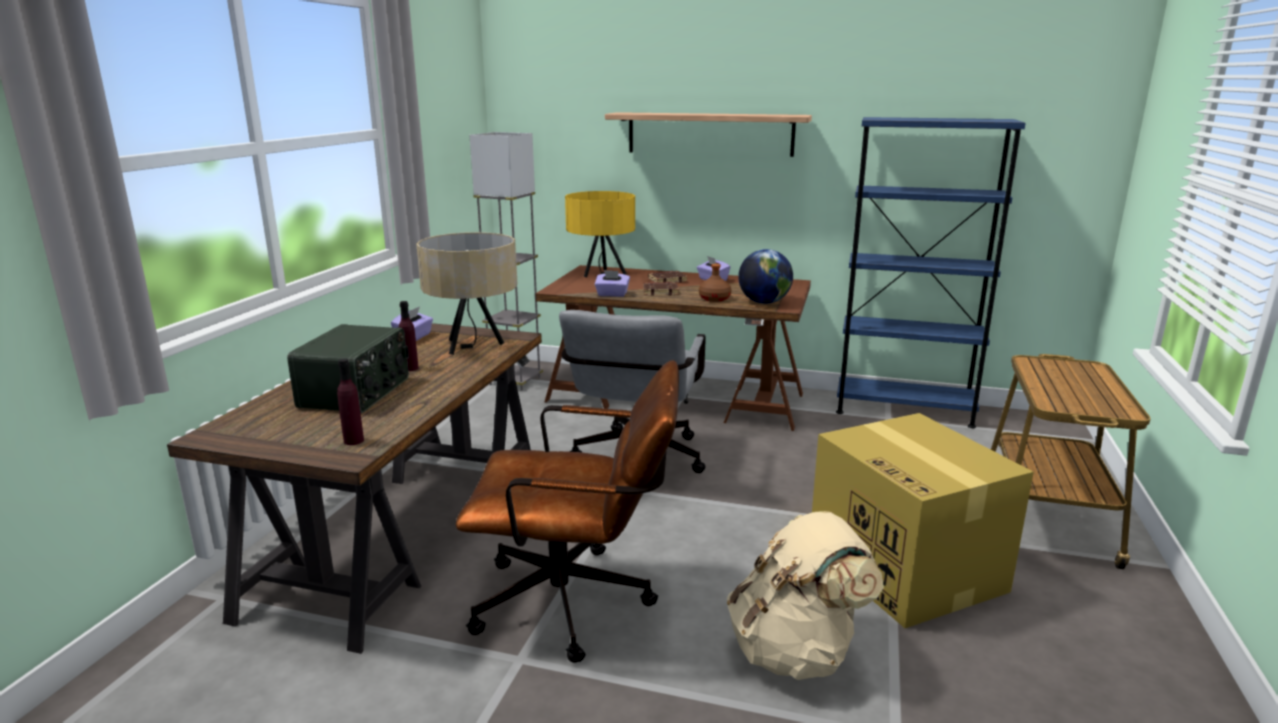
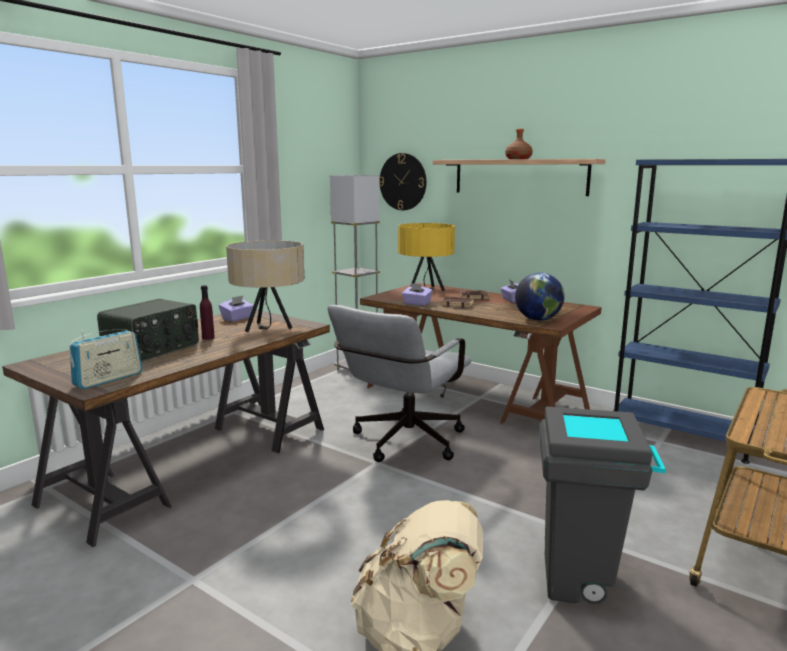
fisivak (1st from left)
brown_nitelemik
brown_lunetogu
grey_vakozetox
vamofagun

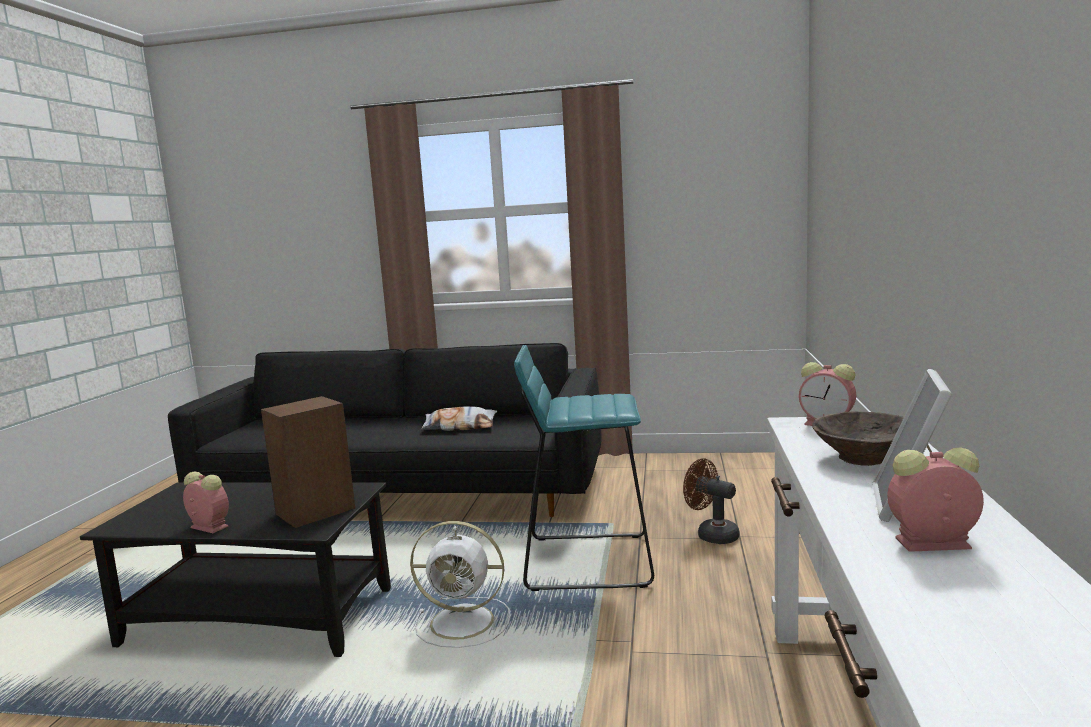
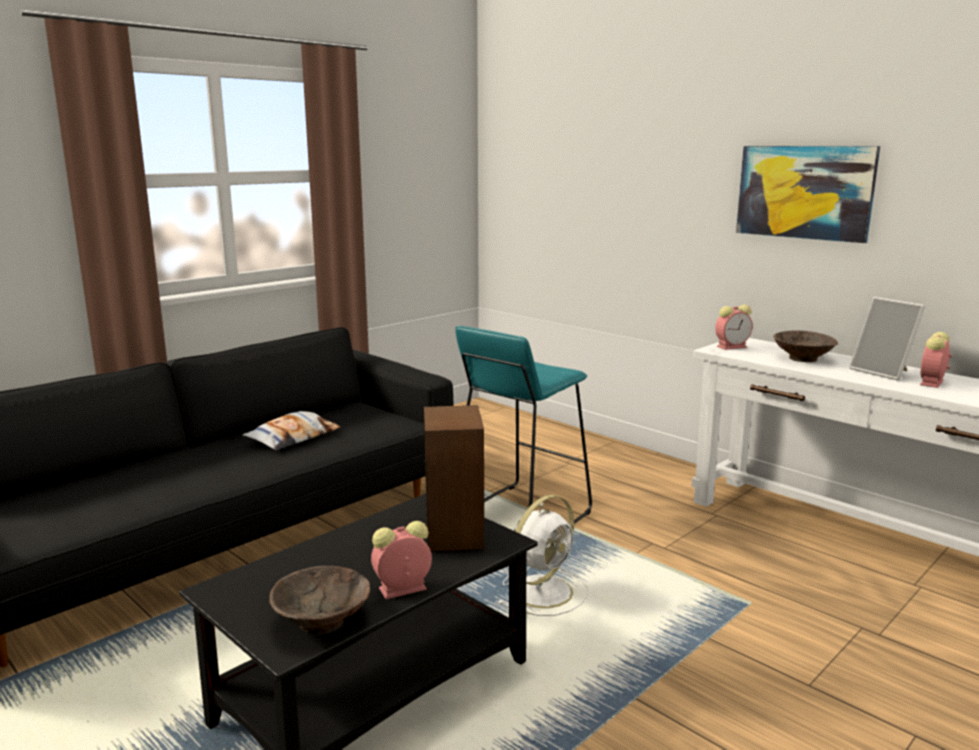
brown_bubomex
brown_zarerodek (1st from left)
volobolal

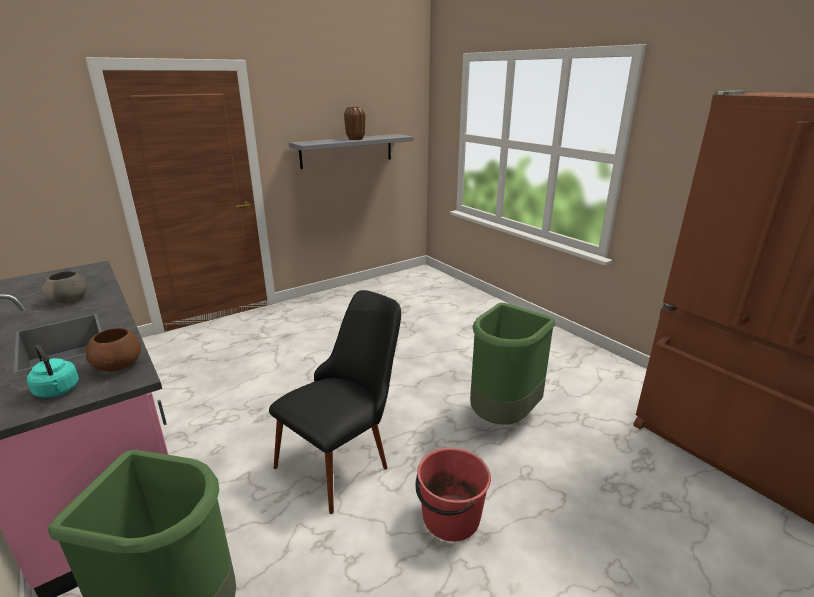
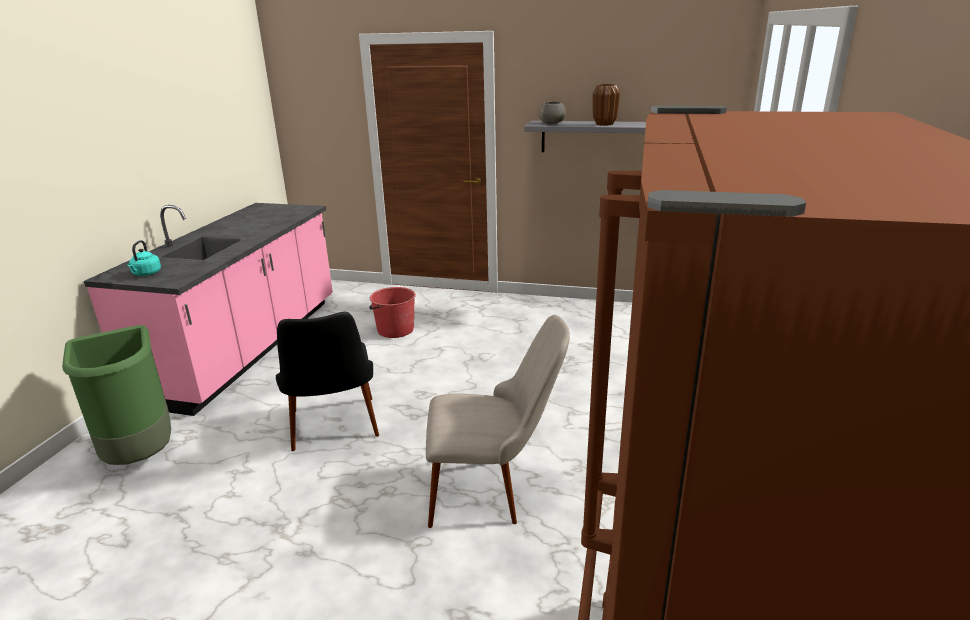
grey_zarerodek
brown_zarerodek
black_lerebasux
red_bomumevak
beige_lerebasux

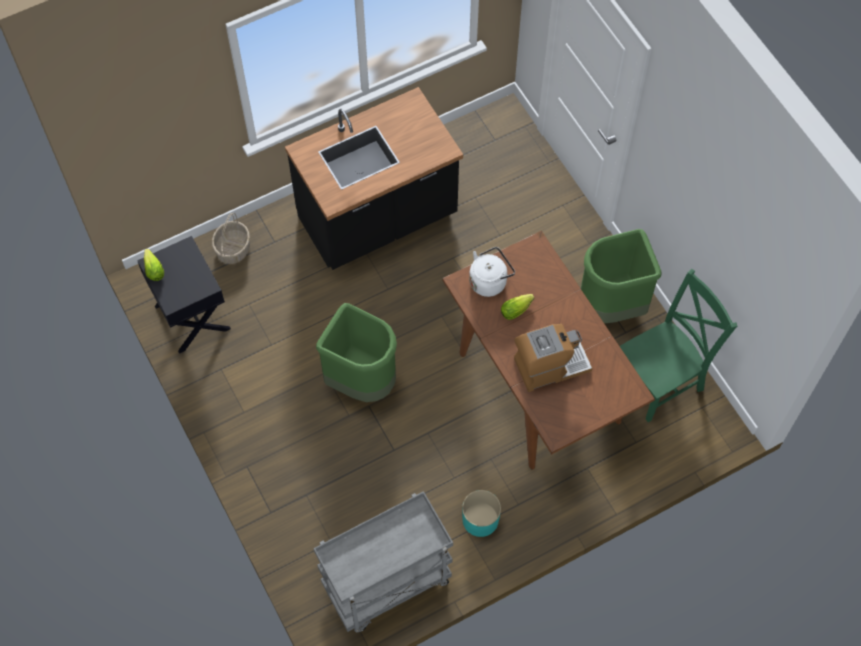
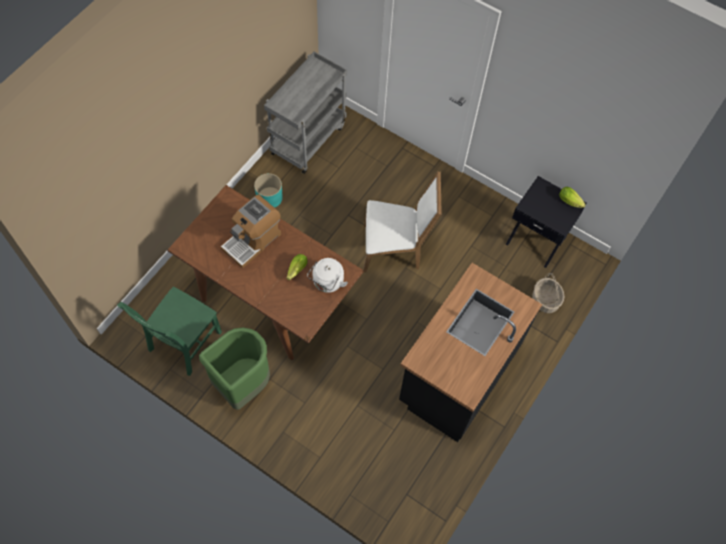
white_lerebasux

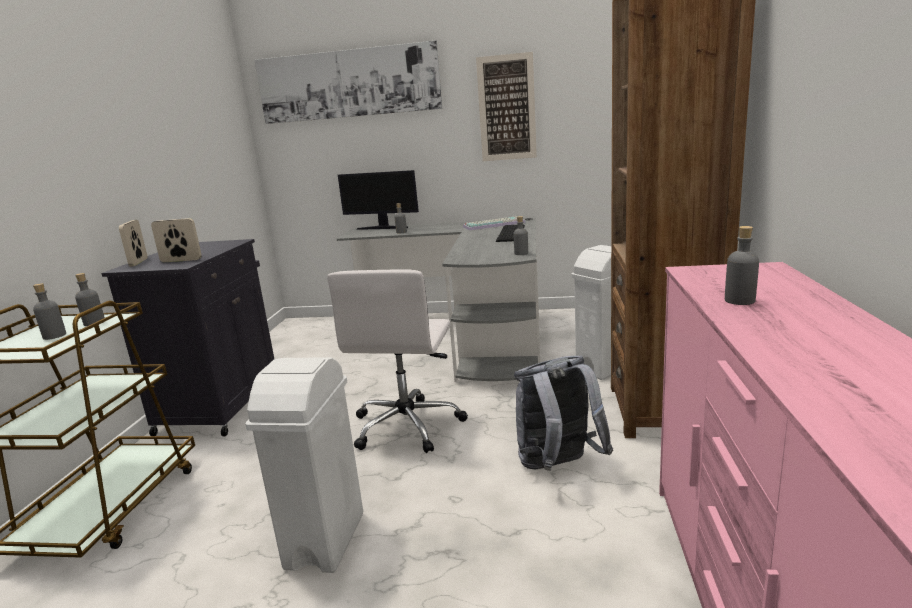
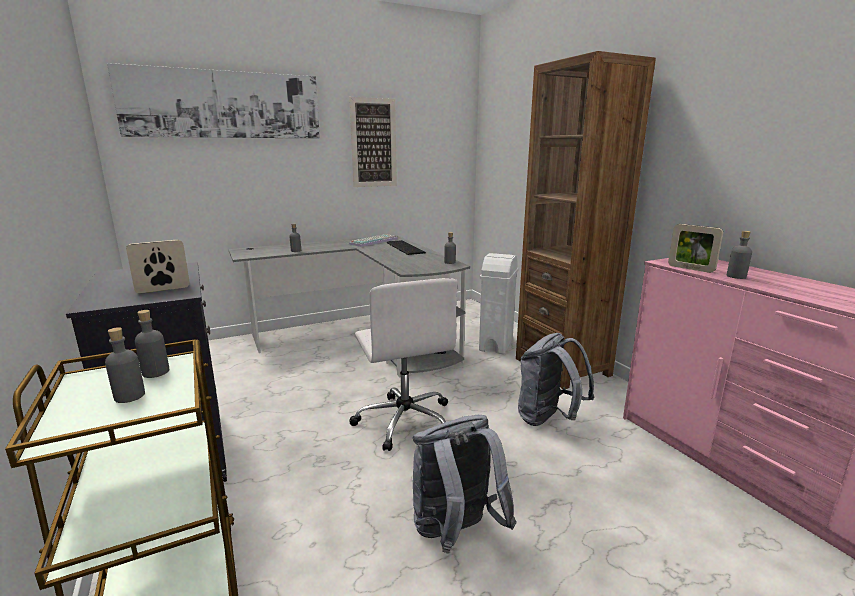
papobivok (2nd from left)
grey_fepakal (1st from left)
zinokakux

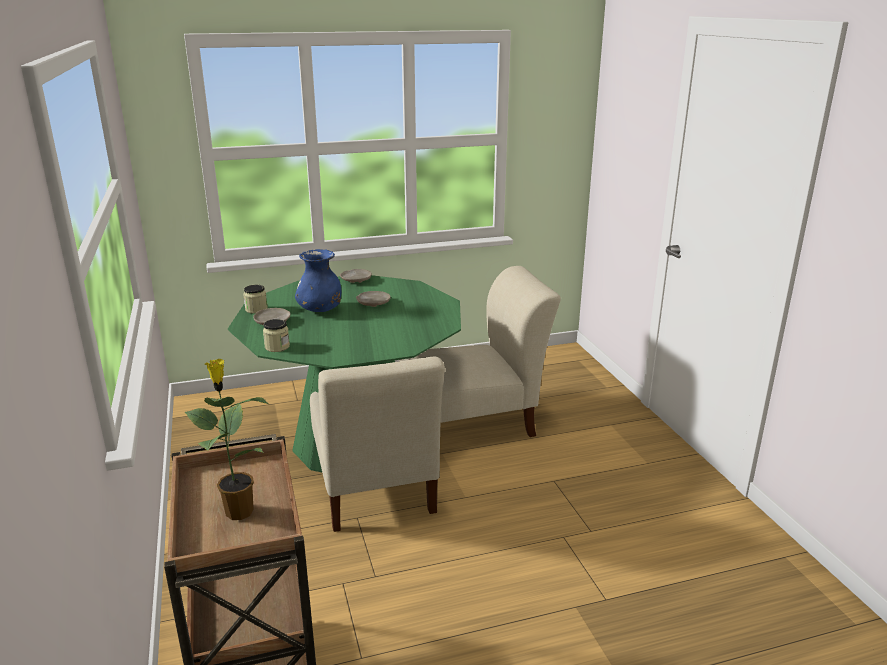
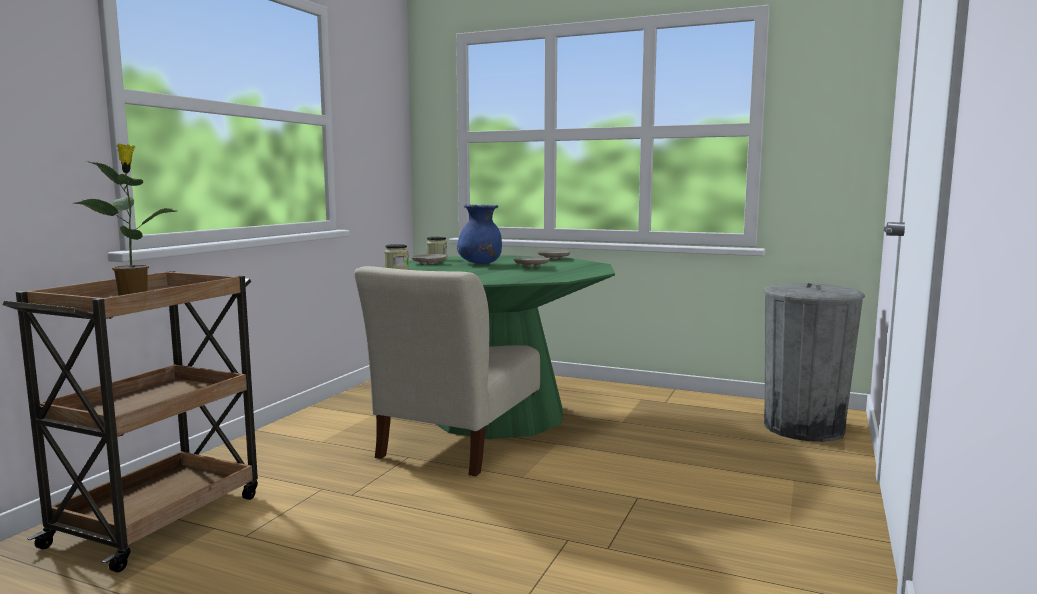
beige_lerebasux (2nd from left in the first image)
grey_vakozetox

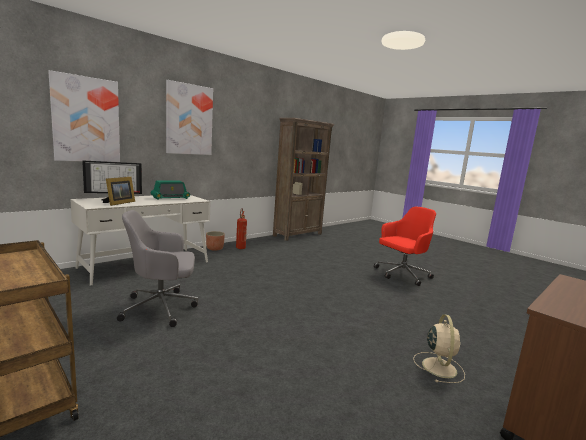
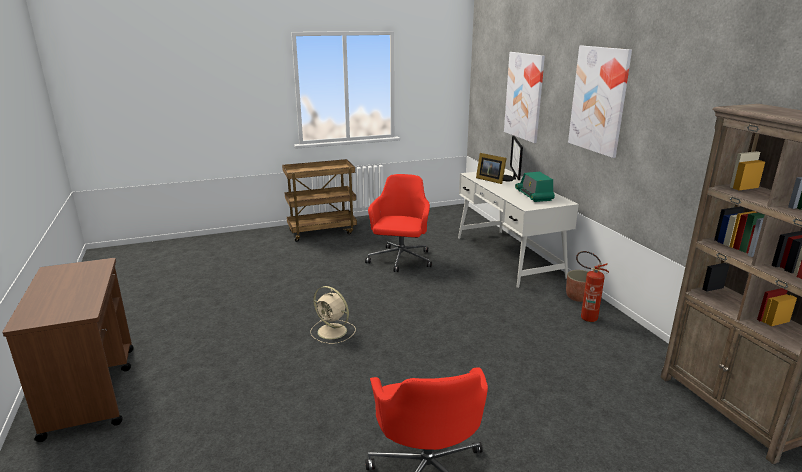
red_nitelemik (1st from left)
beige_bubomex

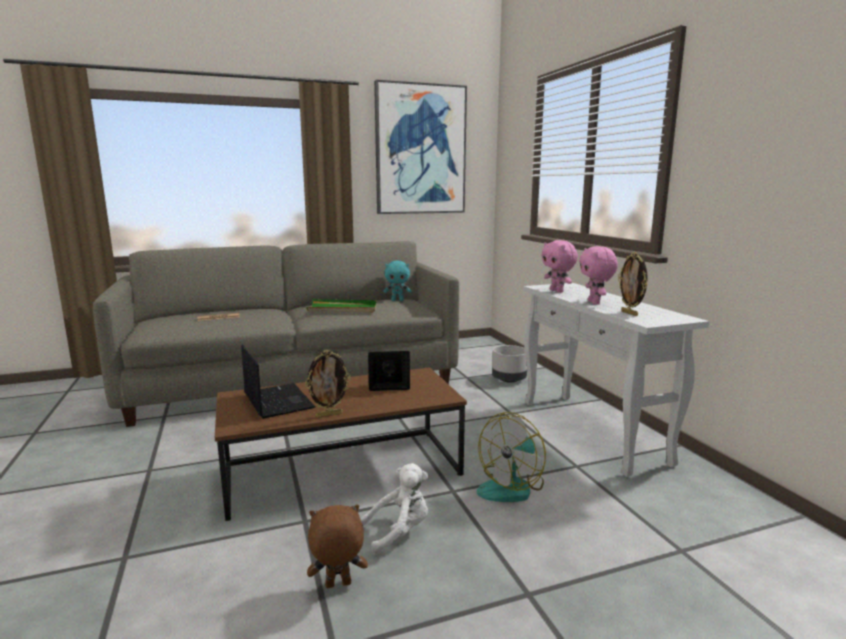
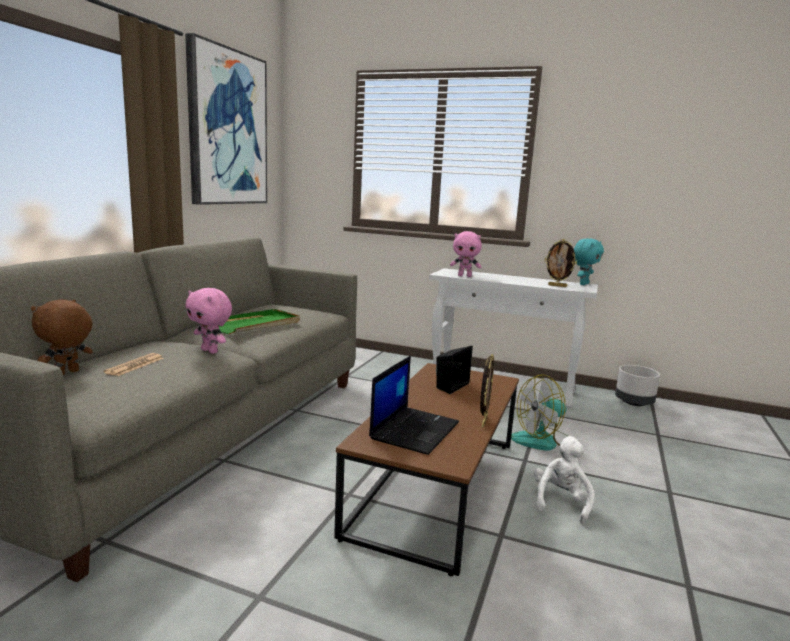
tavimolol
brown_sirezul
turquoise_sirezul
bubomex
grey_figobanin
pink_sirezul (1st from left)

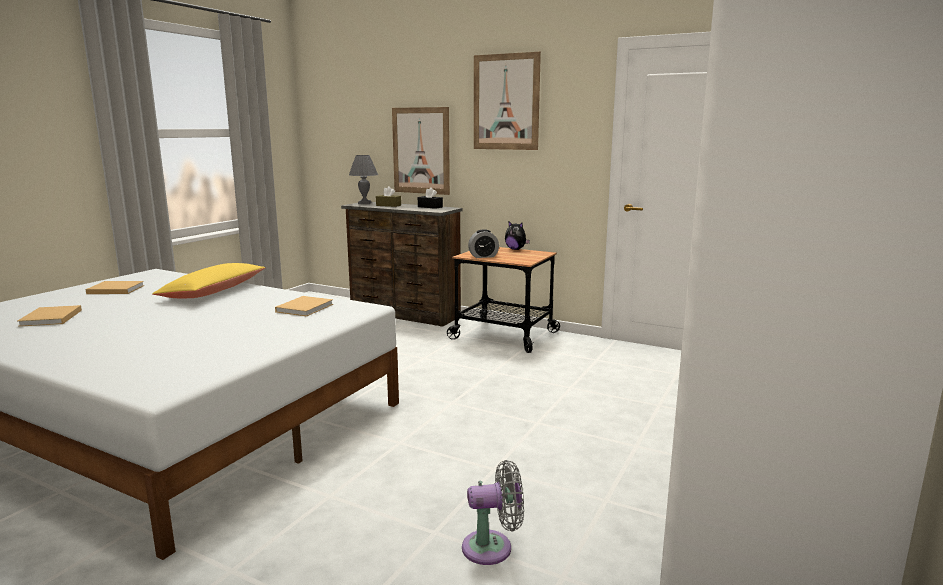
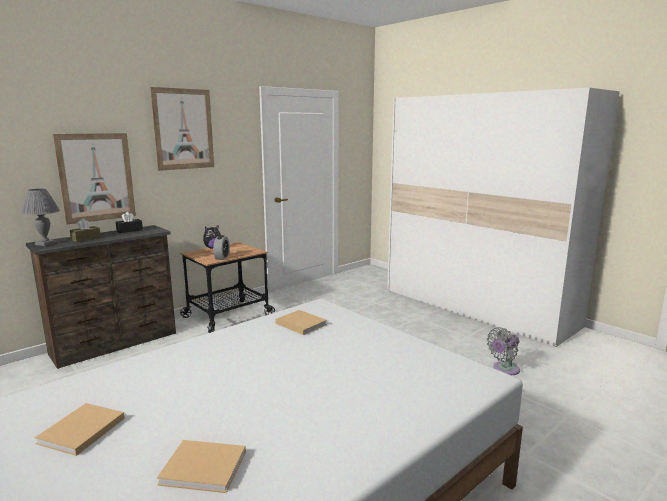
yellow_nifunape
grey_bubomex

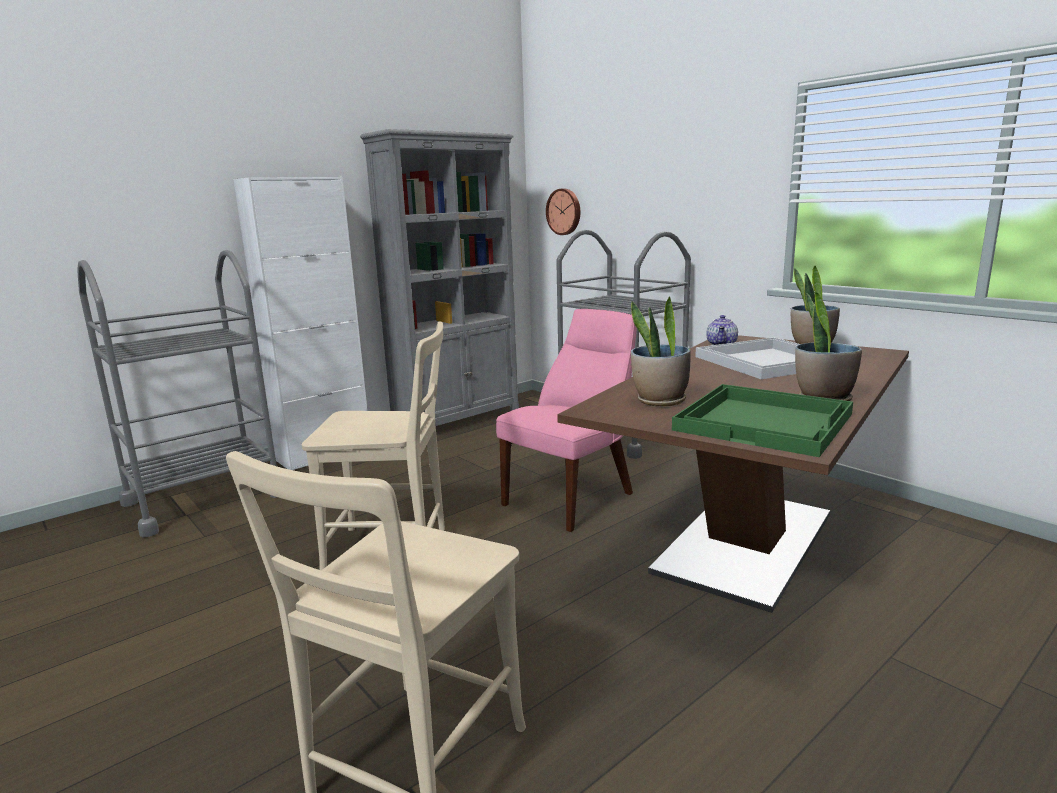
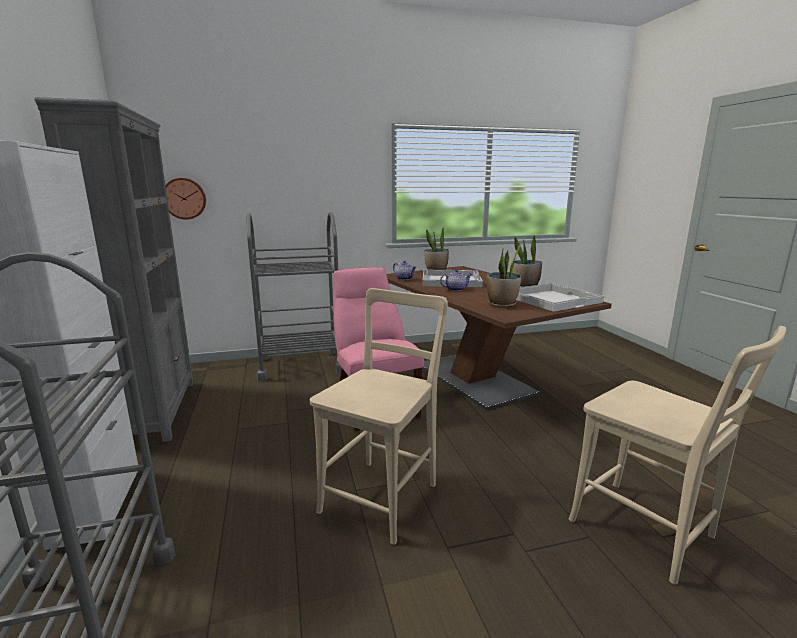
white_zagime (2nd from left)
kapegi (2nd from left)

